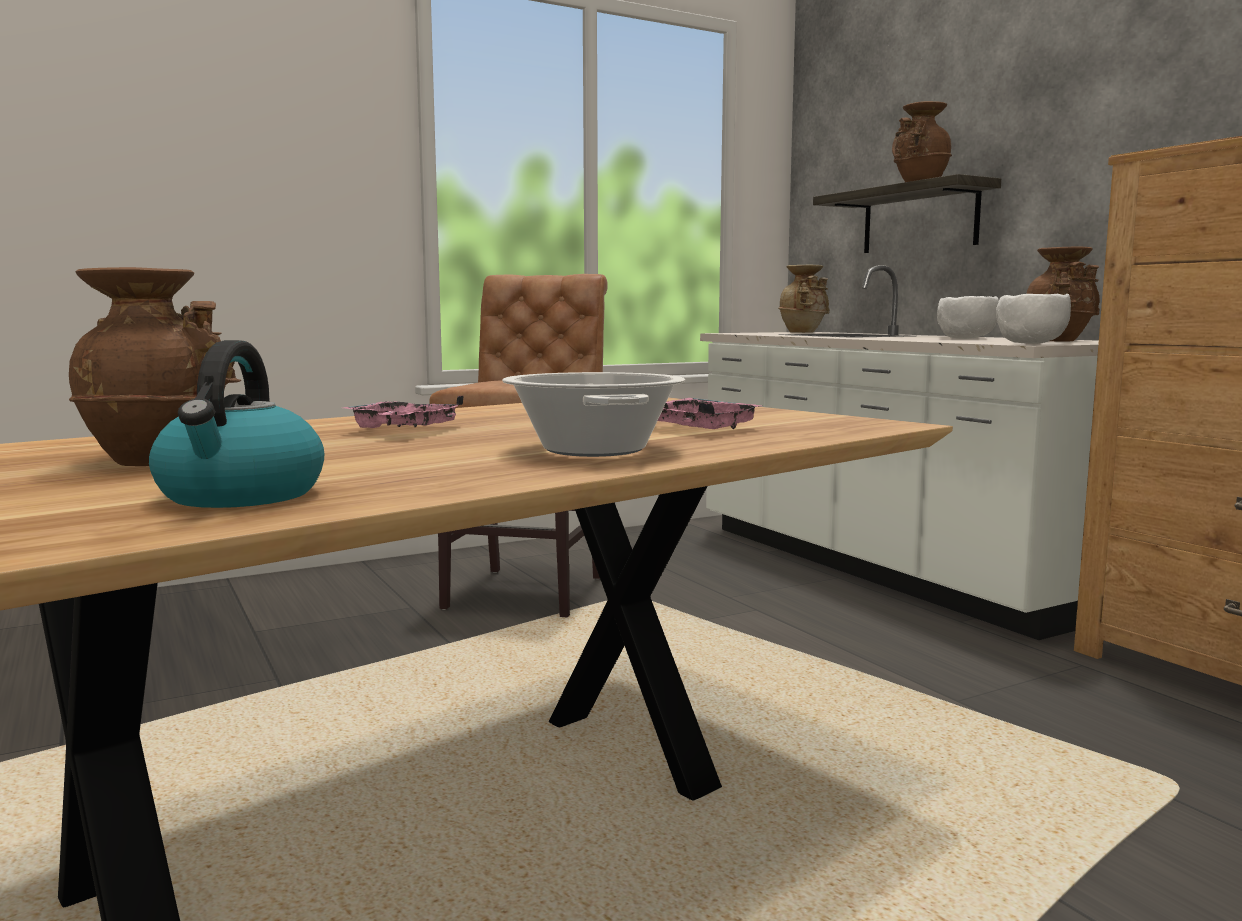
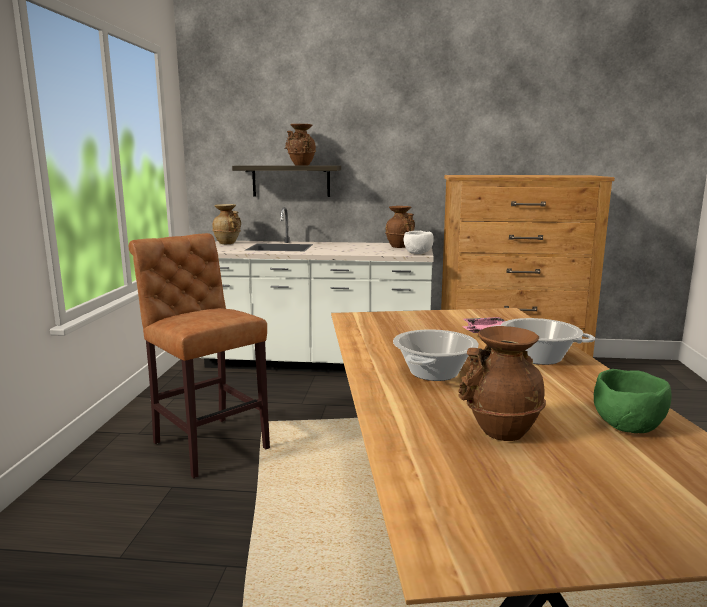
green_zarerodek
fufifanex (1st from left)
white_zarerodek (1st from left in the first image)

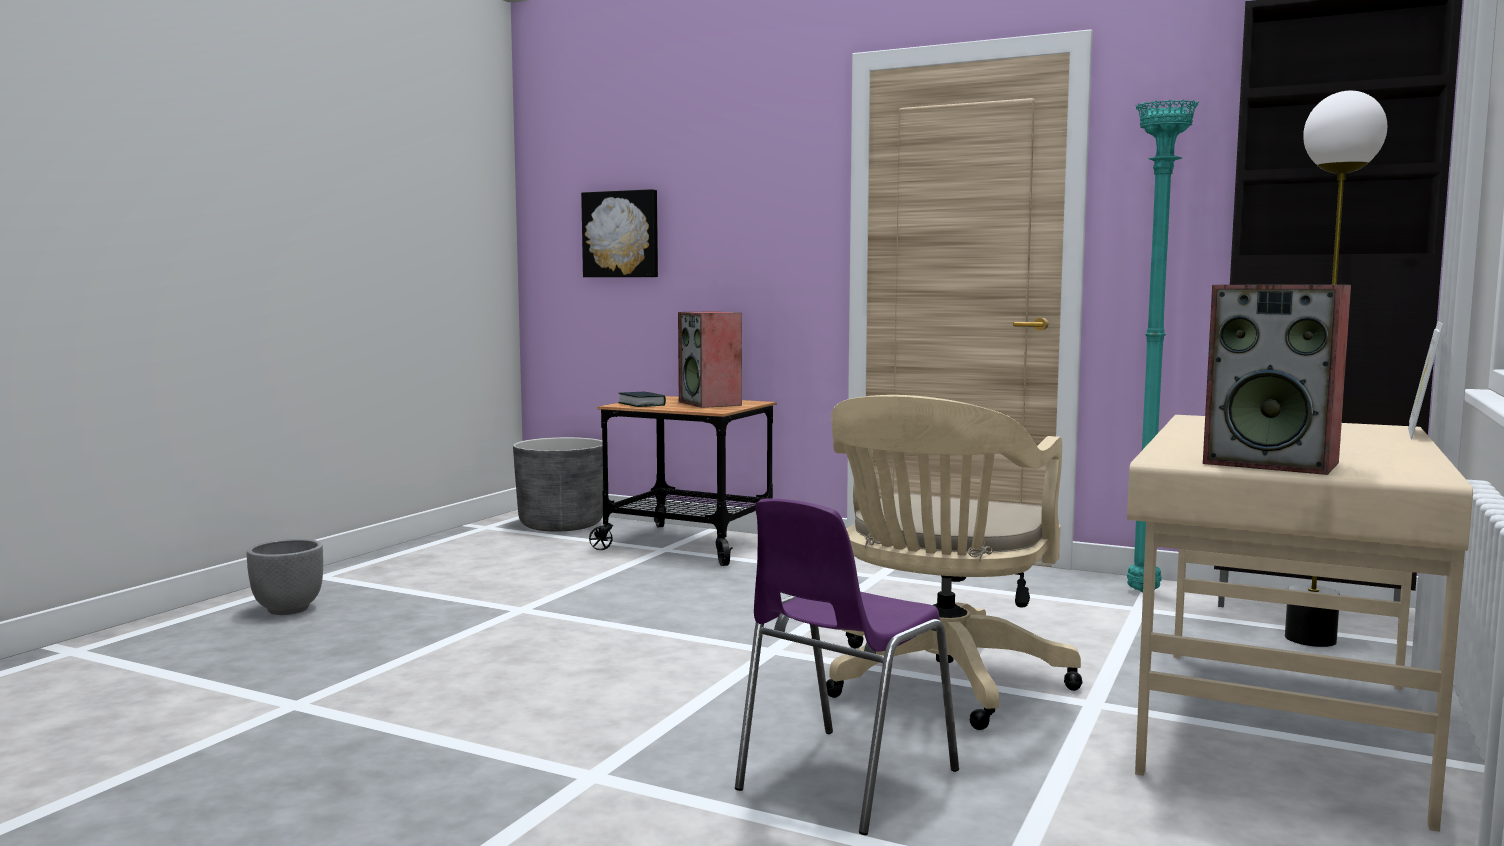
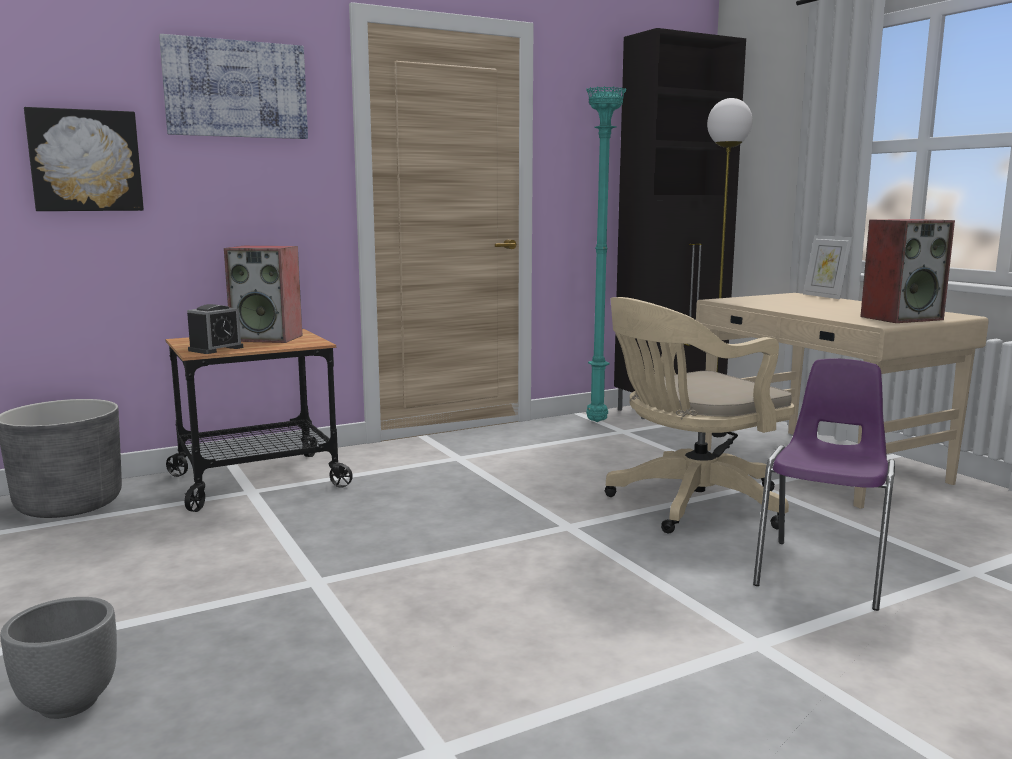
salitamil
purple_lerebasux
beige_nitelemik
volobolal (2nd from left)

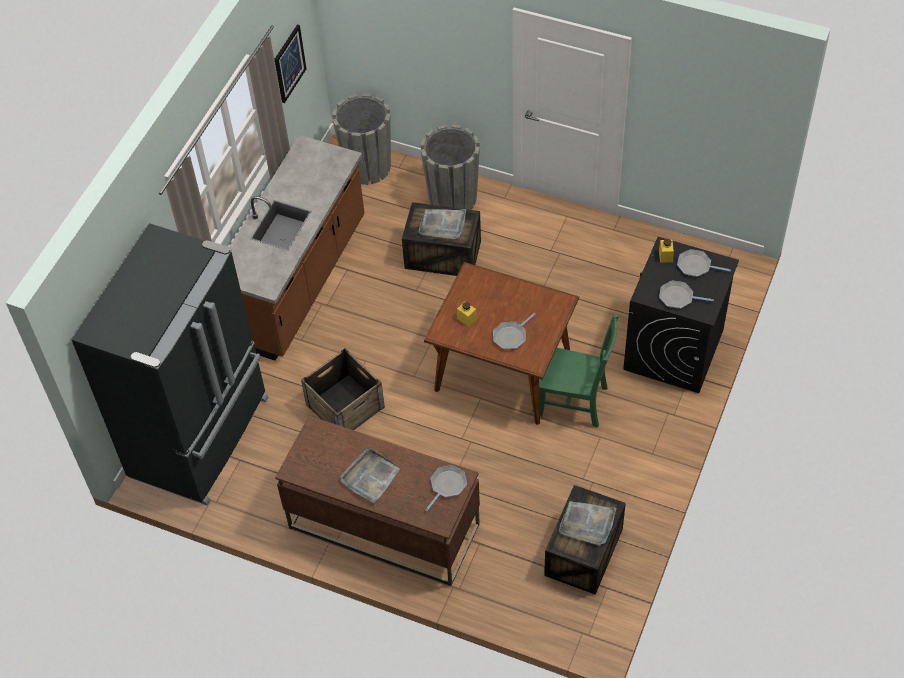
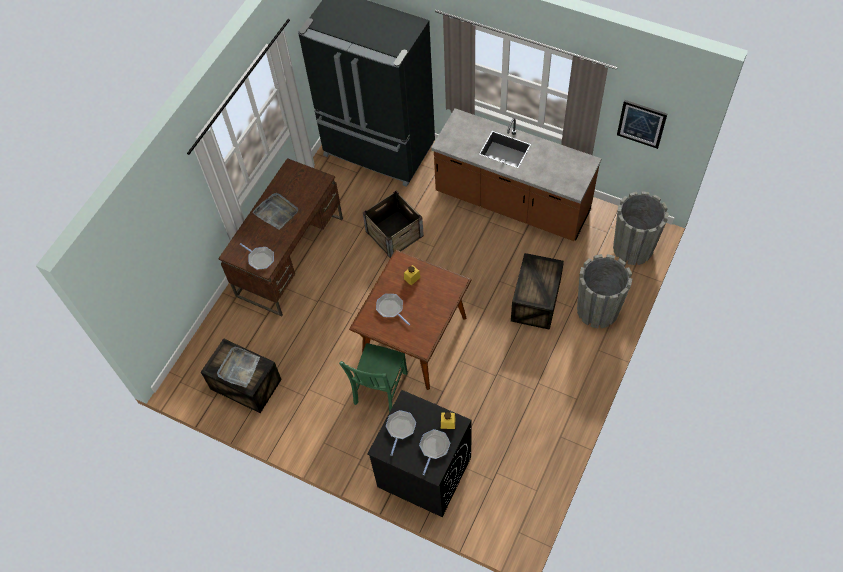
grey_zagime (2nd from left in the first image)

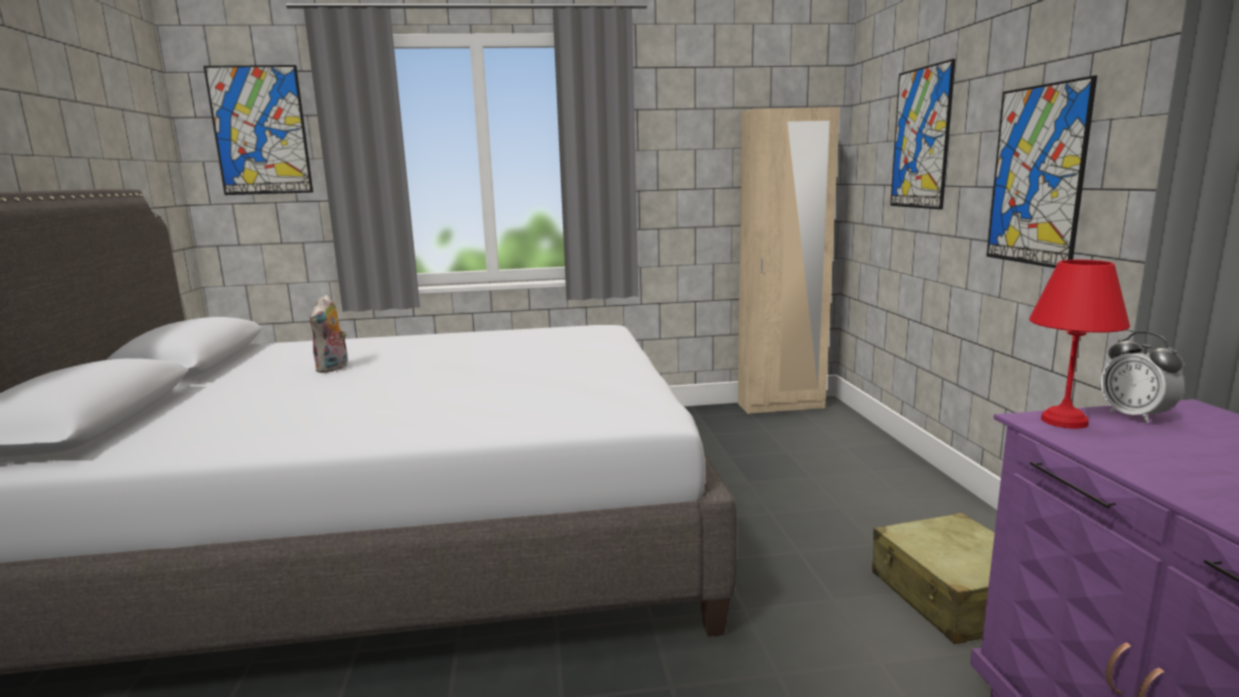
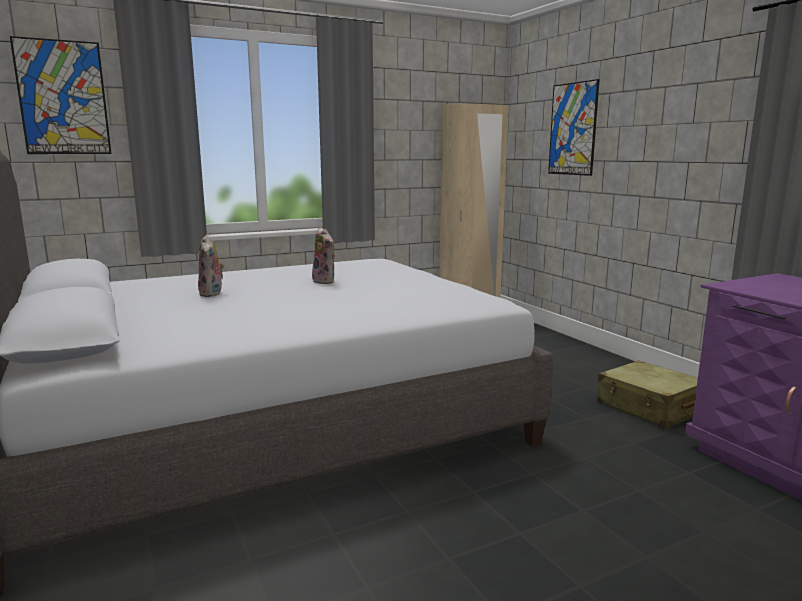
volobolal (3rd from left in the first image)
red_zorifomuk
salitamil
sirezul (2nd from left)

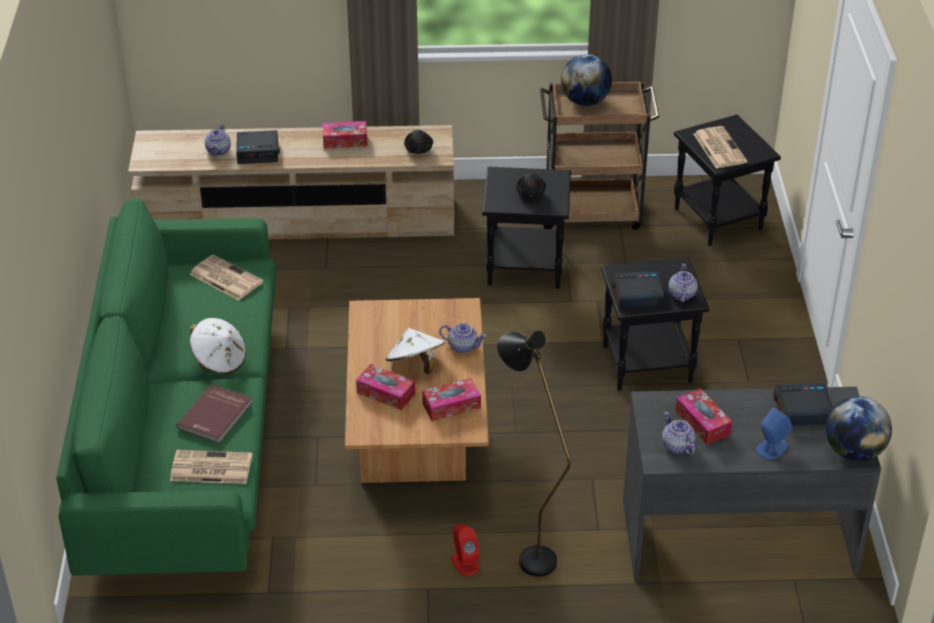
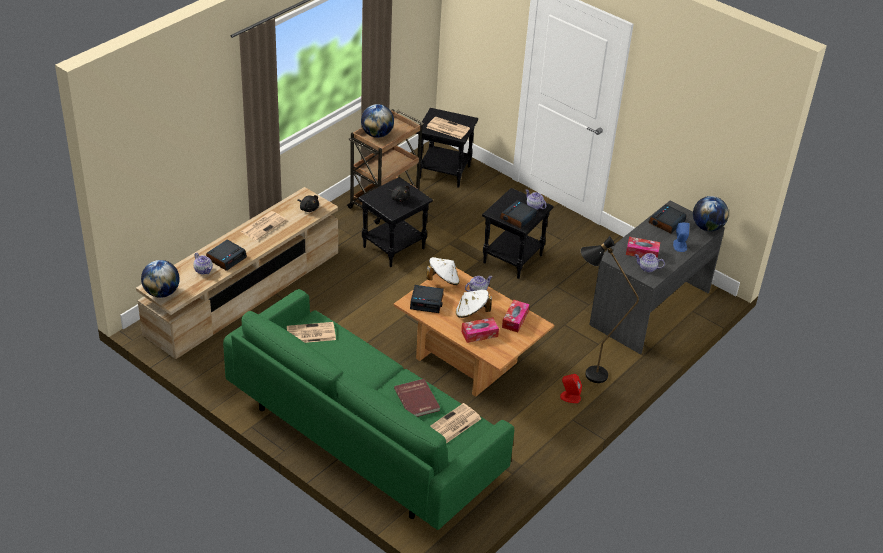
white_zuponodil (1st from left)
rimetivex (1st from left)
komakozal (1st from left)
salitamil (2nd from left)

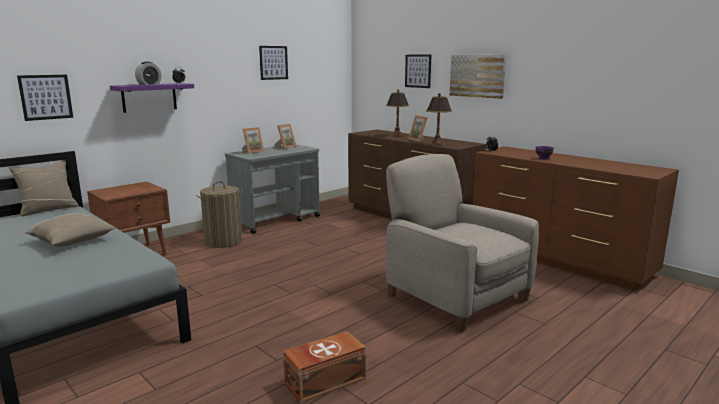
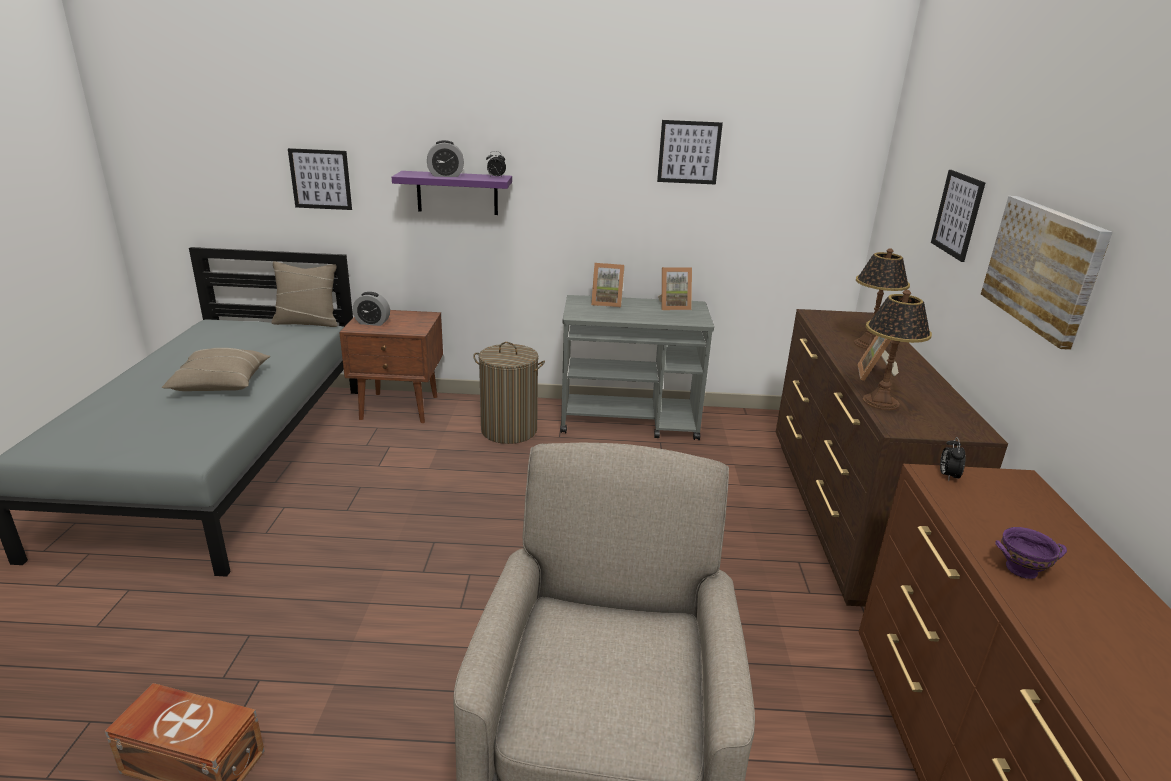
salitamil (1st from left)

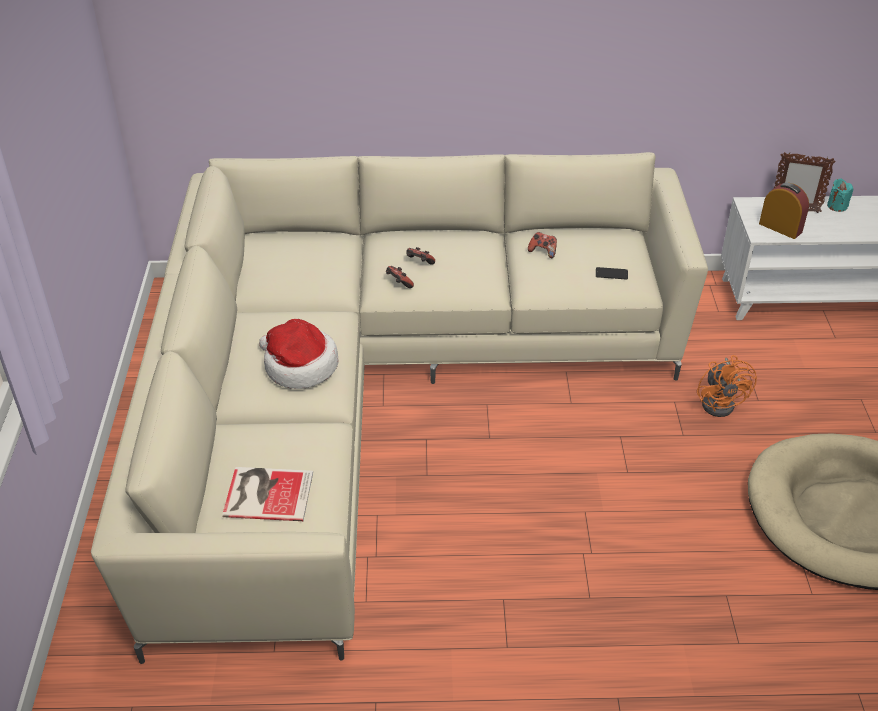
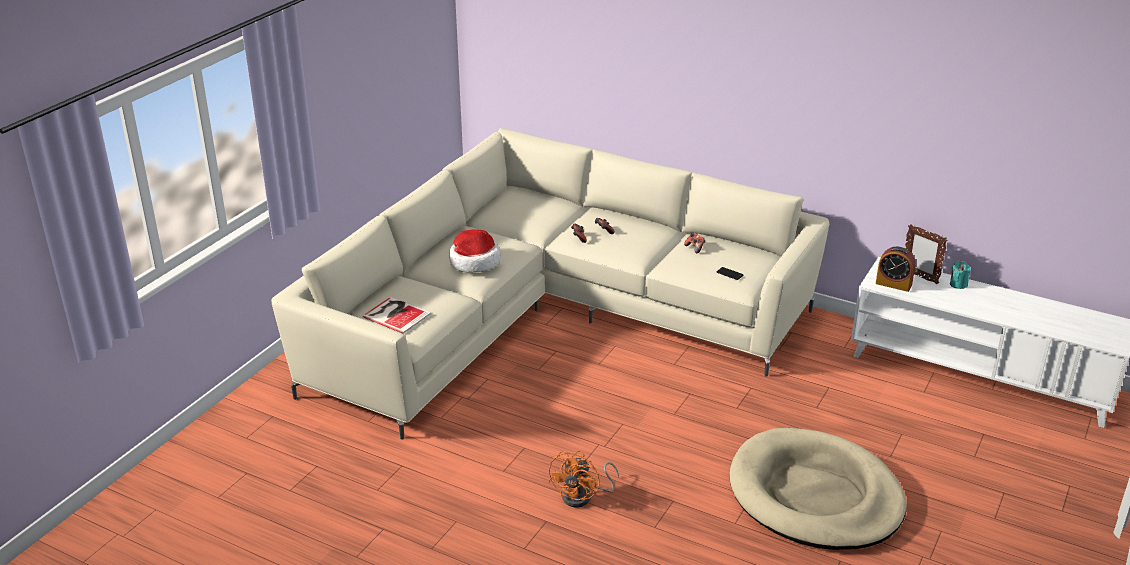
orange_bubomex
salitamil

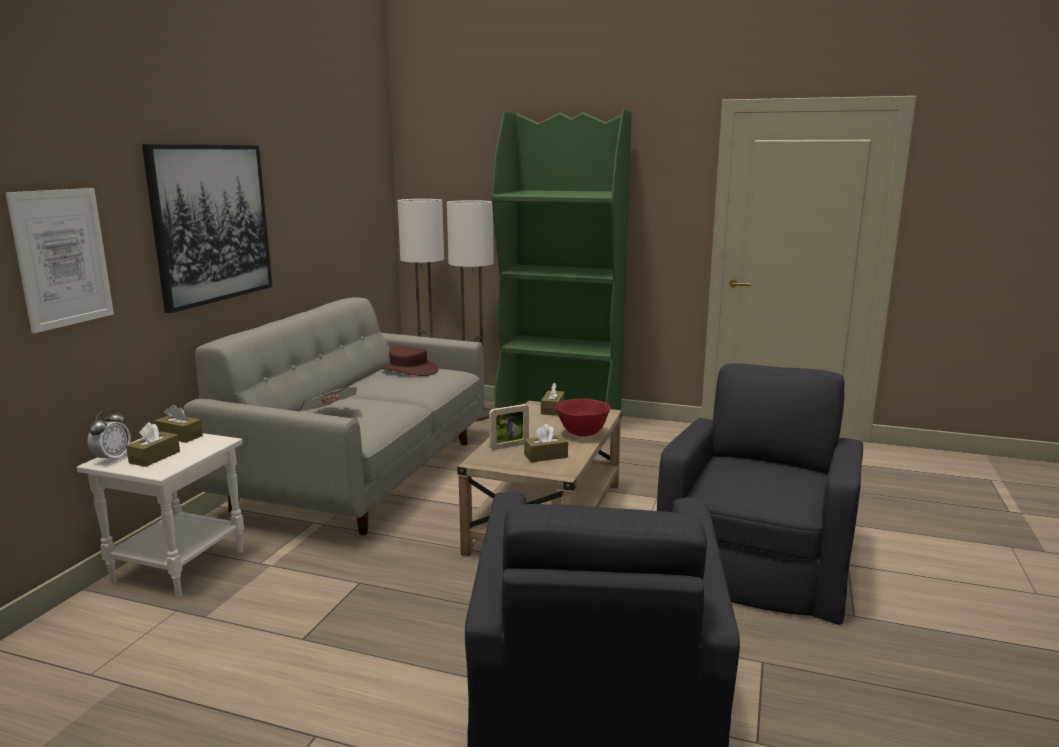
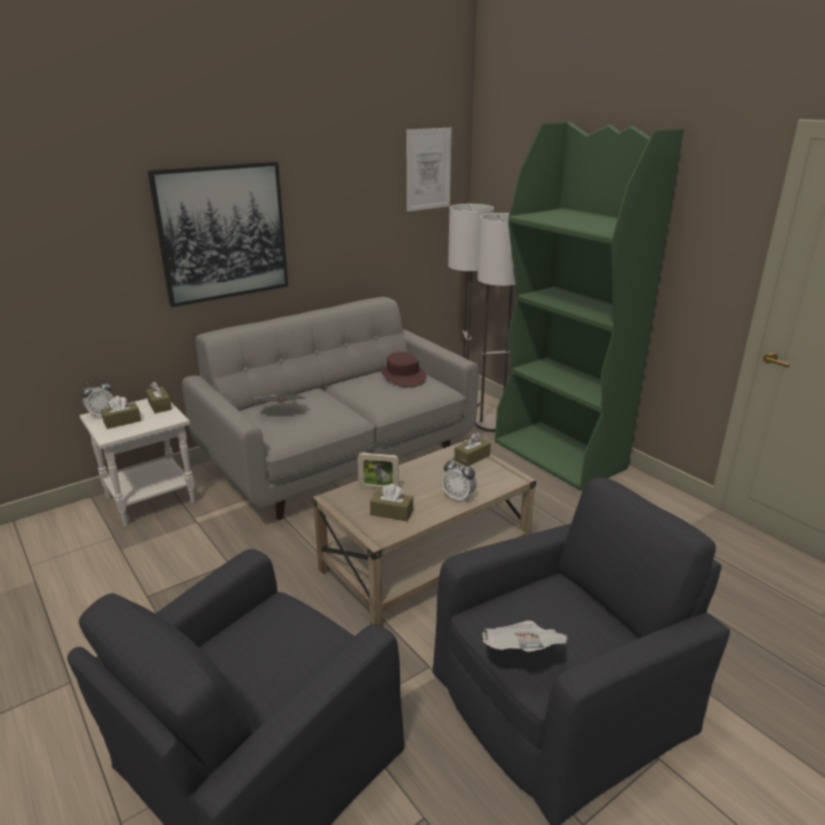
volobolal (2nd from left)
salitamil (2nd from left)
rimetivex (2nd from left)

